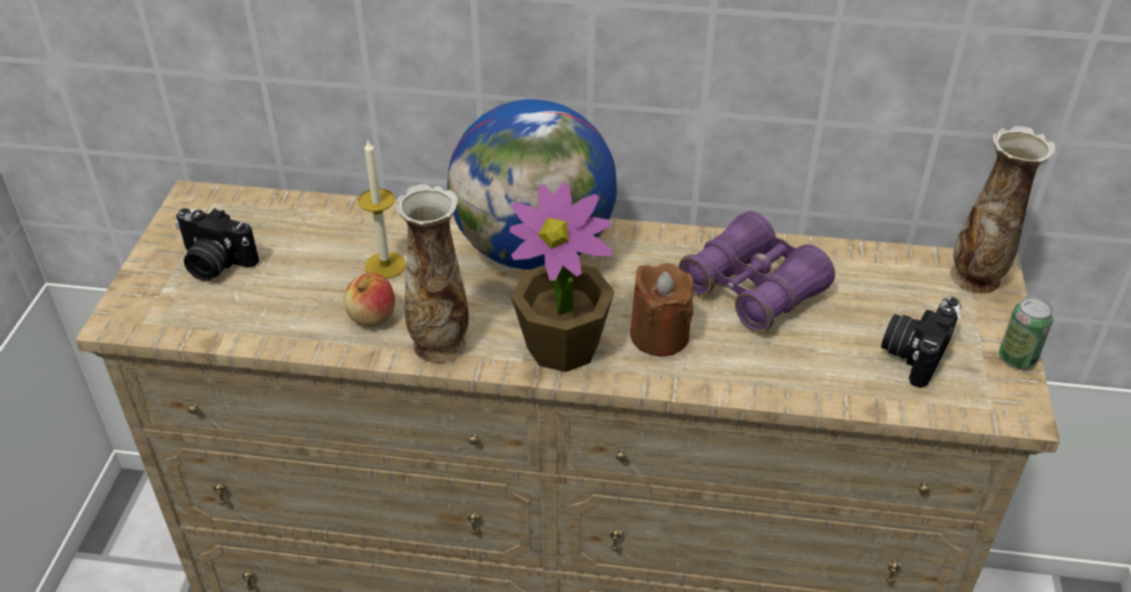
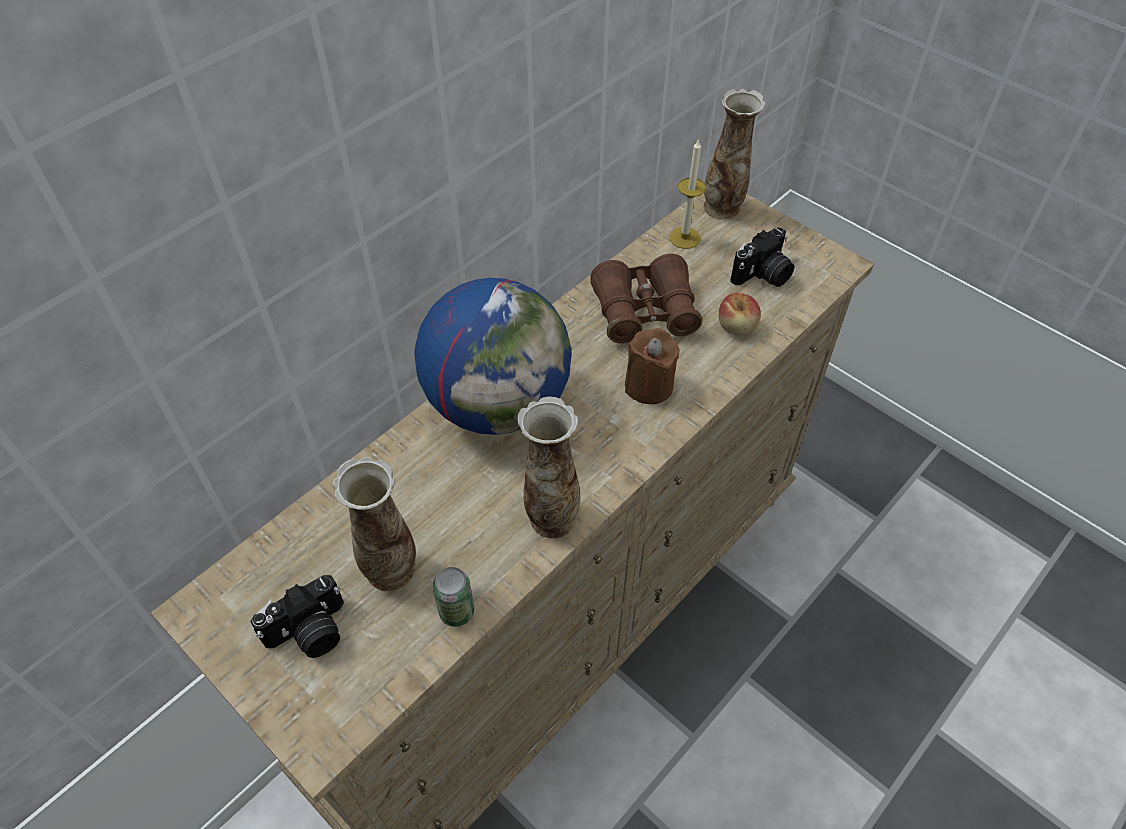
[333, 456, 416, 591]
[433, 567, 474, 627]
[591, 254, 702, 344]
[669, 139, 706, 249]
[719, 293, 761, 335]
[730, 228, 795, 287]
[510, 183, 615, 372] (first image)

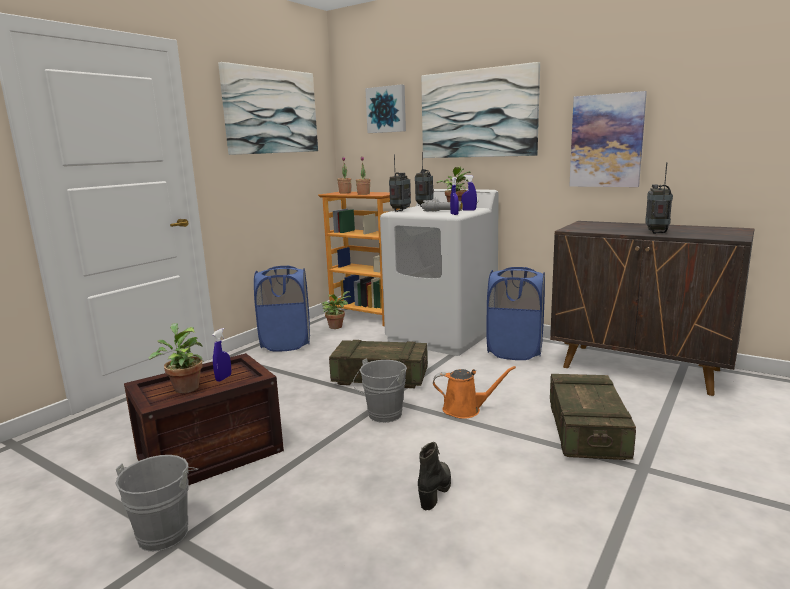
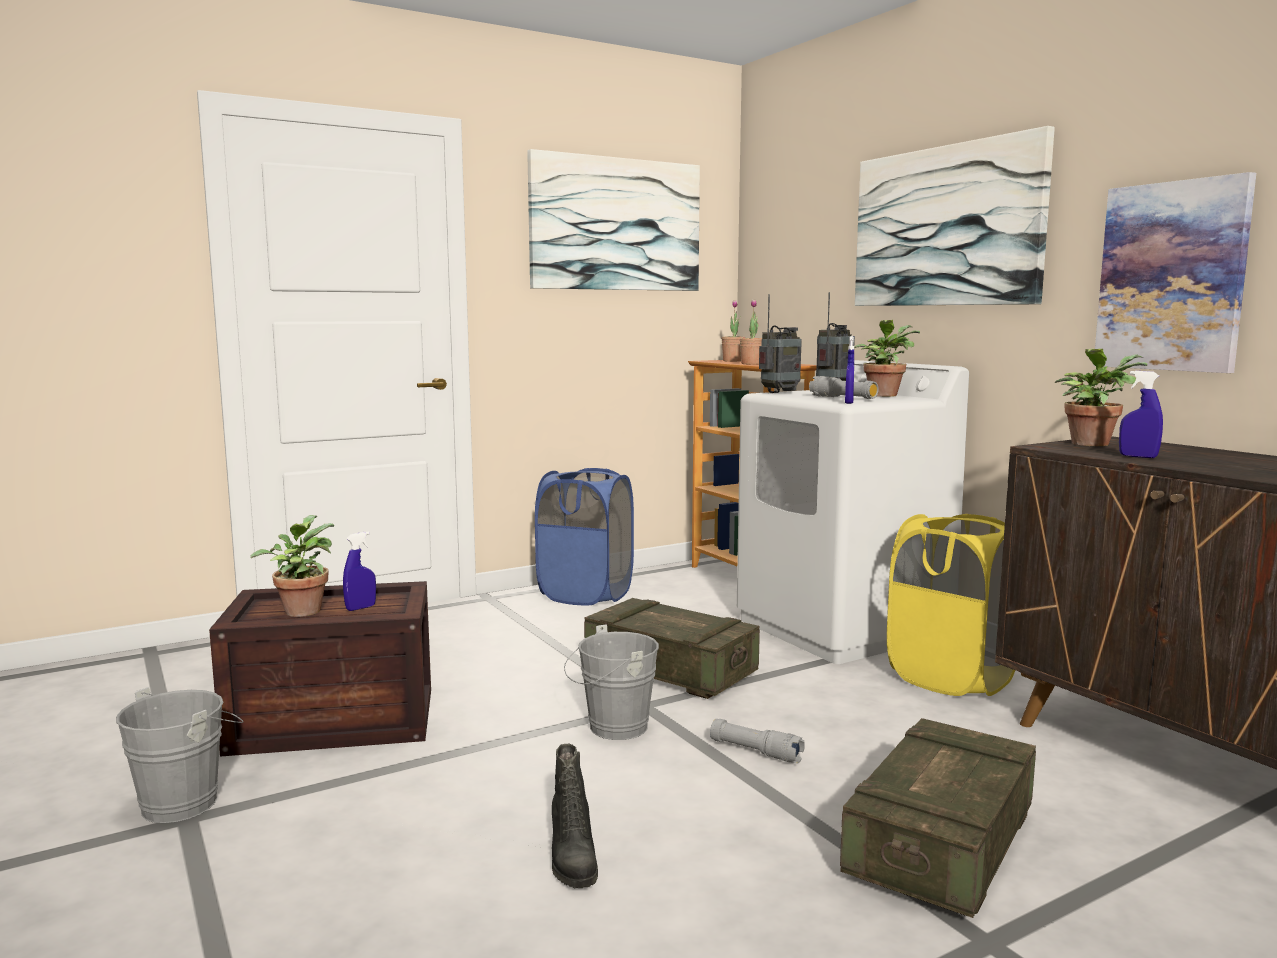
[552, 744, 598, 888]
[710, 719, 805, 764]
[887, 514, 1015, 696]
[1055, 349, 1147, 446]
[1119, 371, 1163, 458]
[365, 84, 406, 133] (first image)
[645, 162, 673, 234] (first image)

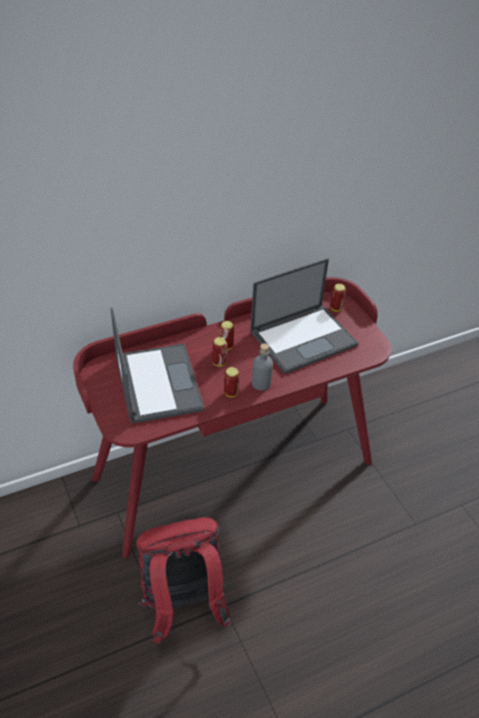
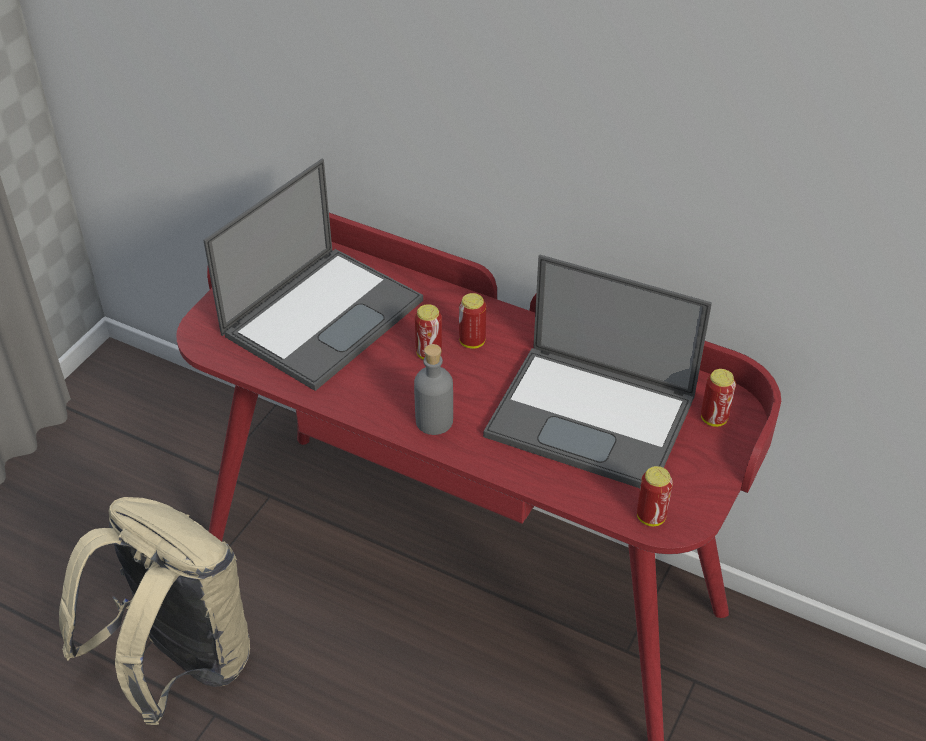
[59, 497, 250, 725]
[637, 466, 673, 526]

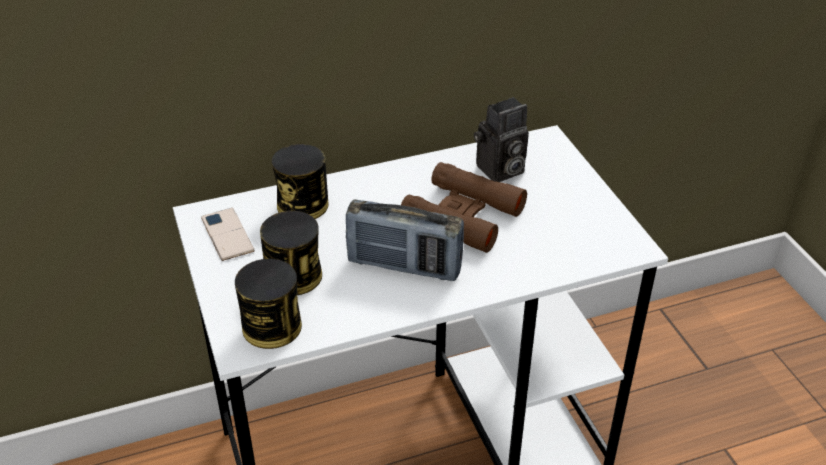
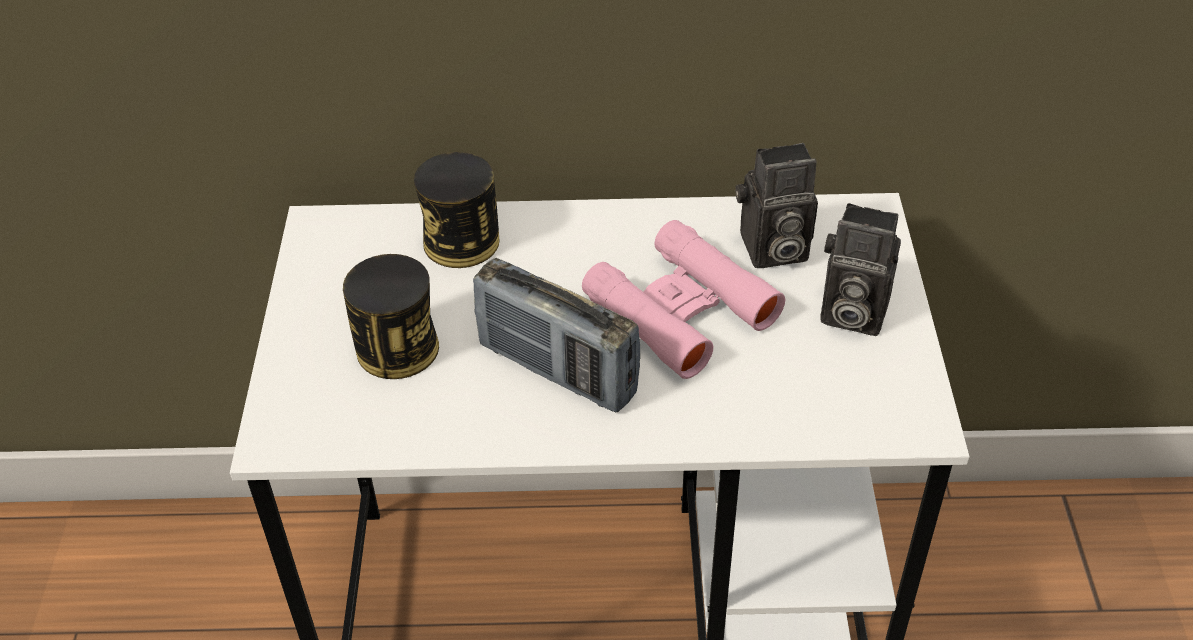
[582, 220, 785, 379]
[820, 203, 901, 336]
[201, 208, 255, 261] (first image)
[235, 259, 302, 349] (first image)

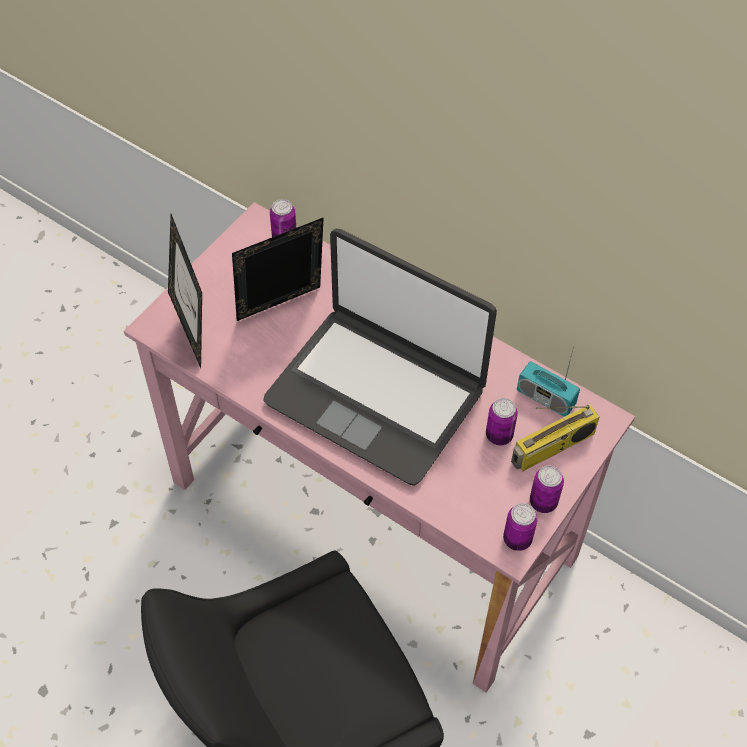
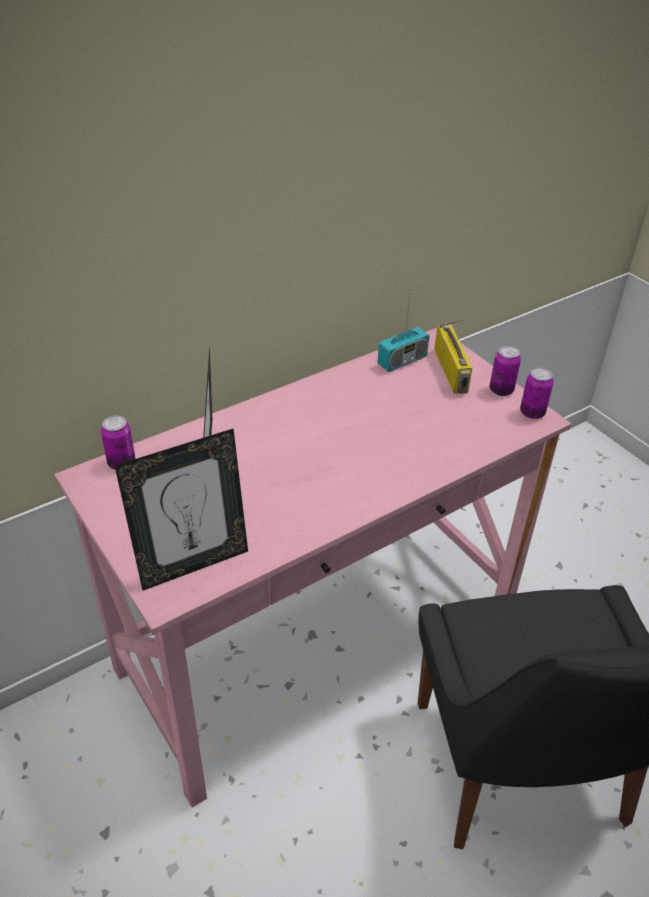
[115, 428, 248, 590]
[263, 229, 497, 486] (first image)
[486, 398, 518, 445] (first image)

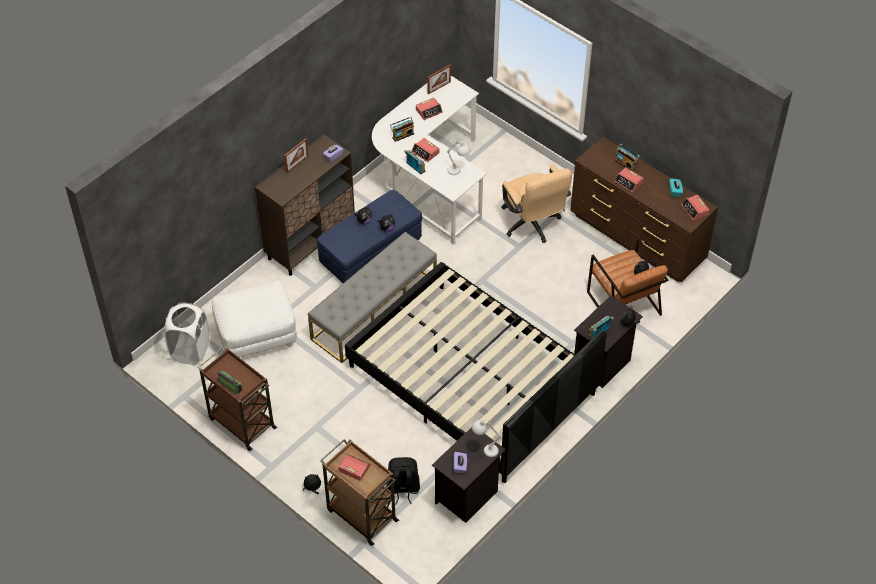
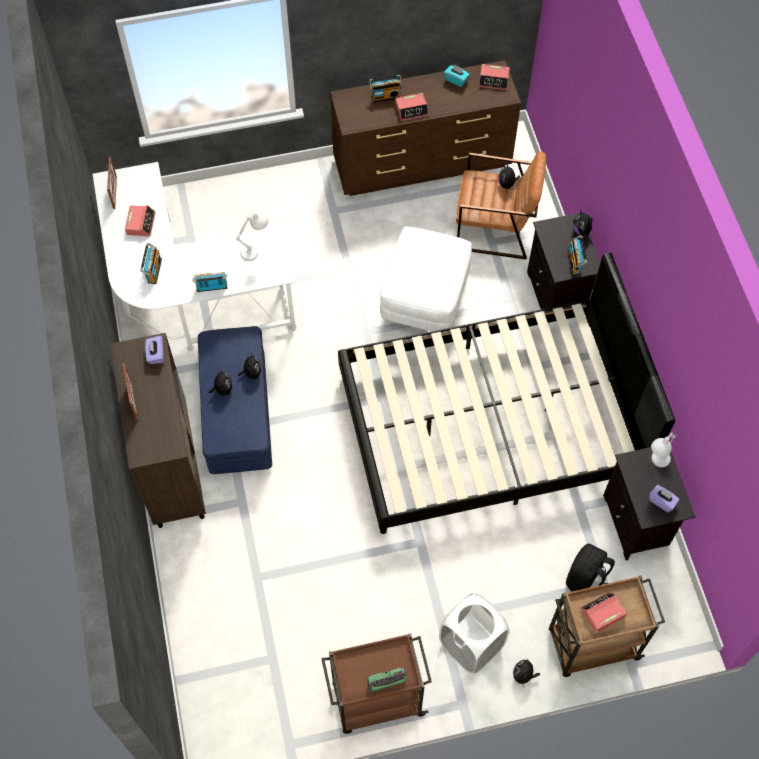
[380, 226, 472, 331]
[439, 593, 510, 674]
[308, 232, 437, 363] (first image)
[412, 138, 439, 162] (first image)
[501, 165, 572, 243] (first image)

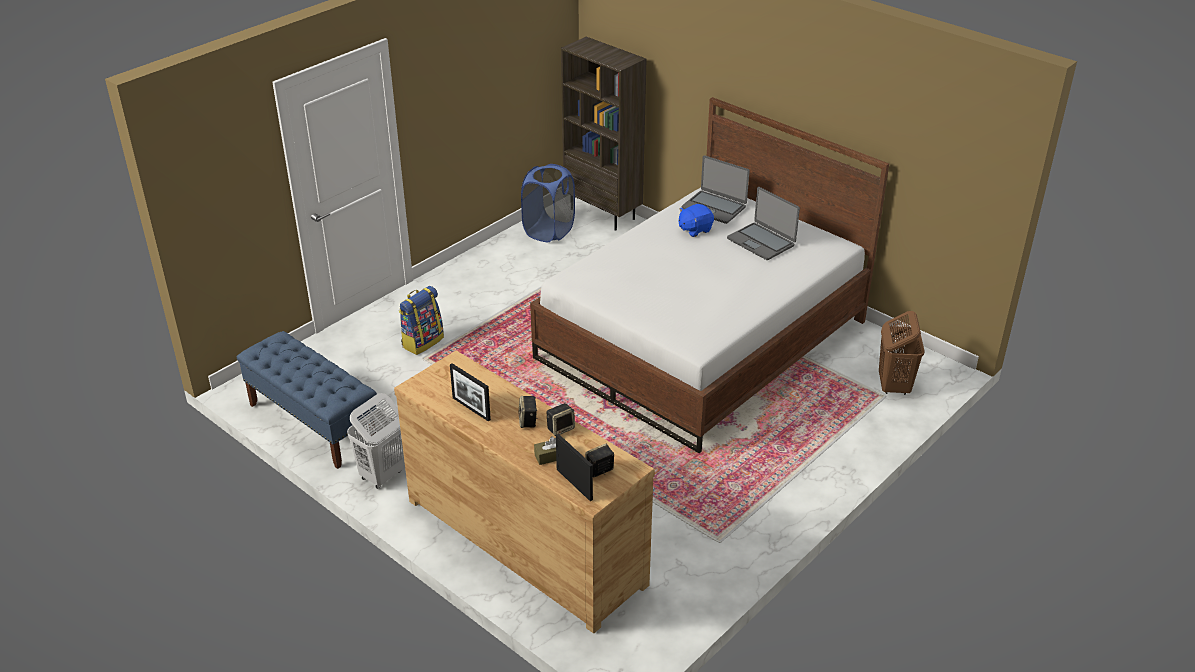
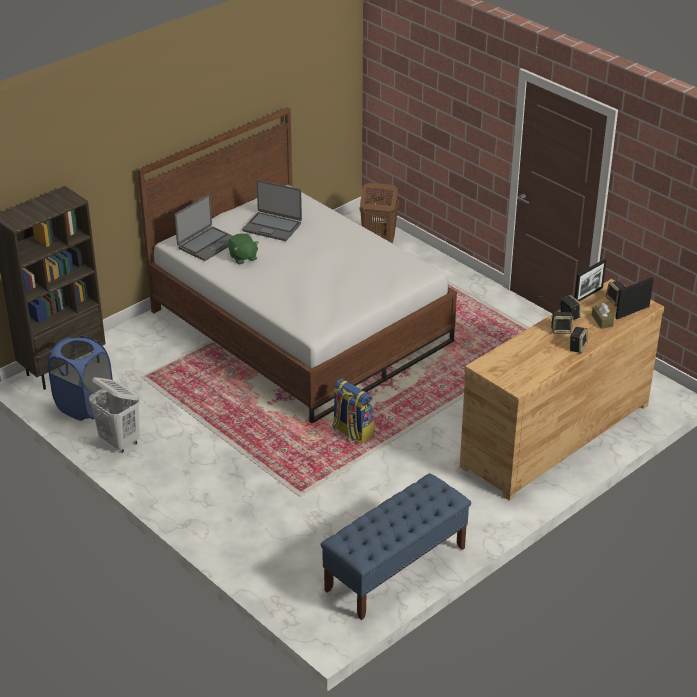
[89, 377, 140, 453]
[228, 233, 259, 264]
[242, 180, 302, 241]
[333, 379, 374, 445]
[570, 327, 588, 353]
[574, 259, 606, 301]

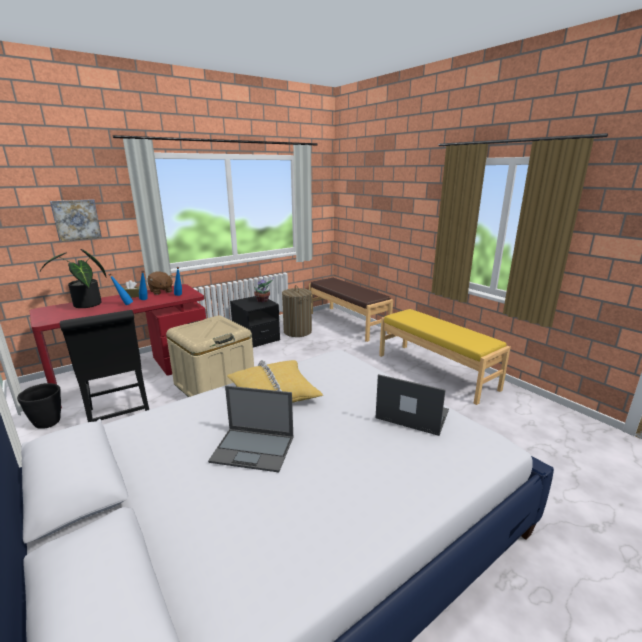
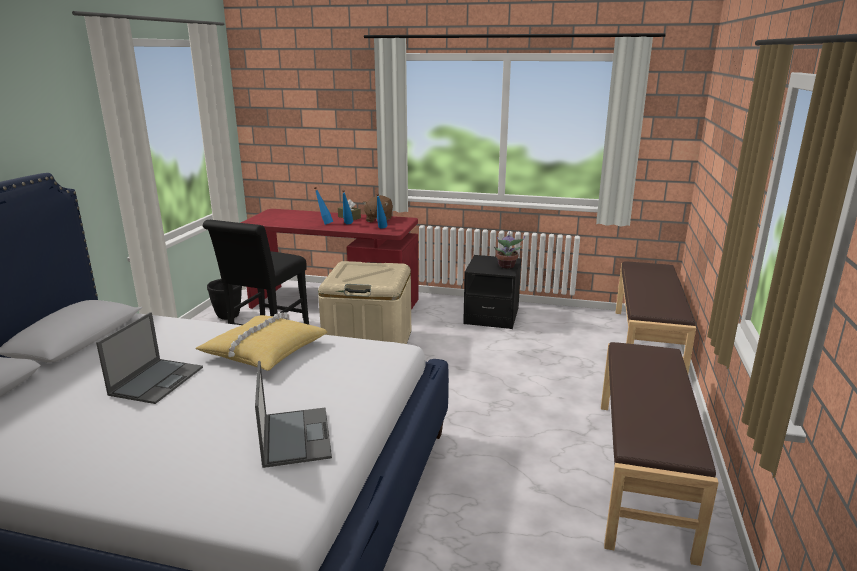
[96, 312, 203, 404]
[601, 342, 719, 566]
[40, 249, 106, 308] (first image)
[50, 199, 102, 241] (first image)
[282, 285, 312, 337] (first image)

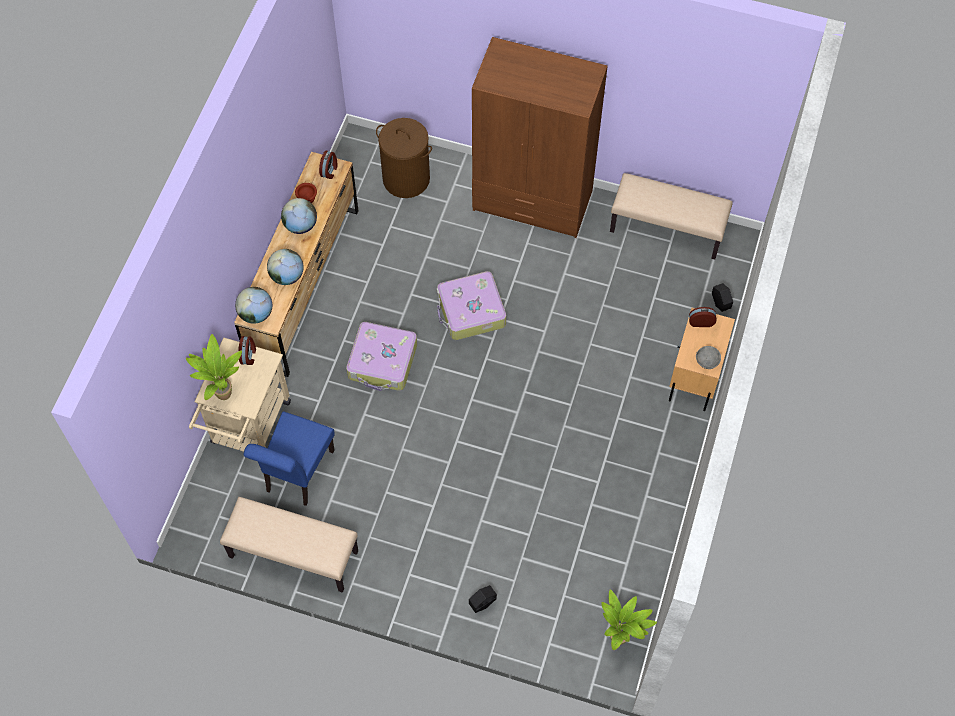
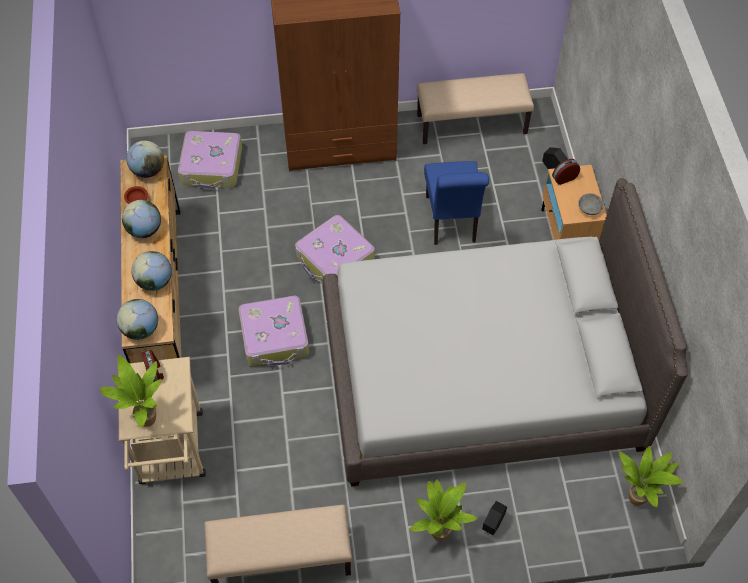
[126, 140, 164, 178]
[178, 131, 242, 189]
[323, 178, 688, 486]
[409, 479, 477, 541]
[424, 161, 489, 245]

